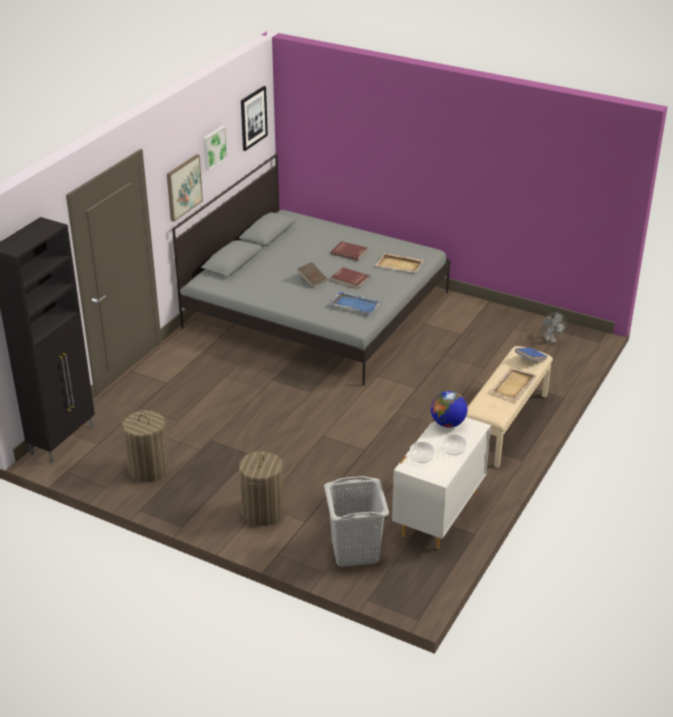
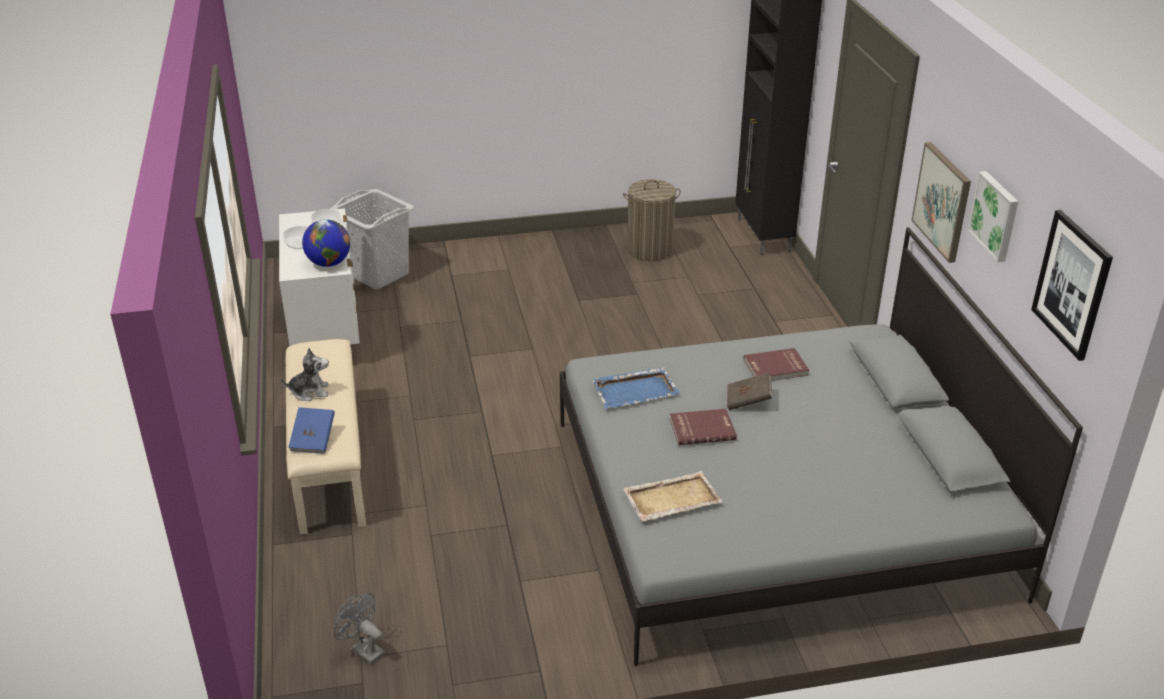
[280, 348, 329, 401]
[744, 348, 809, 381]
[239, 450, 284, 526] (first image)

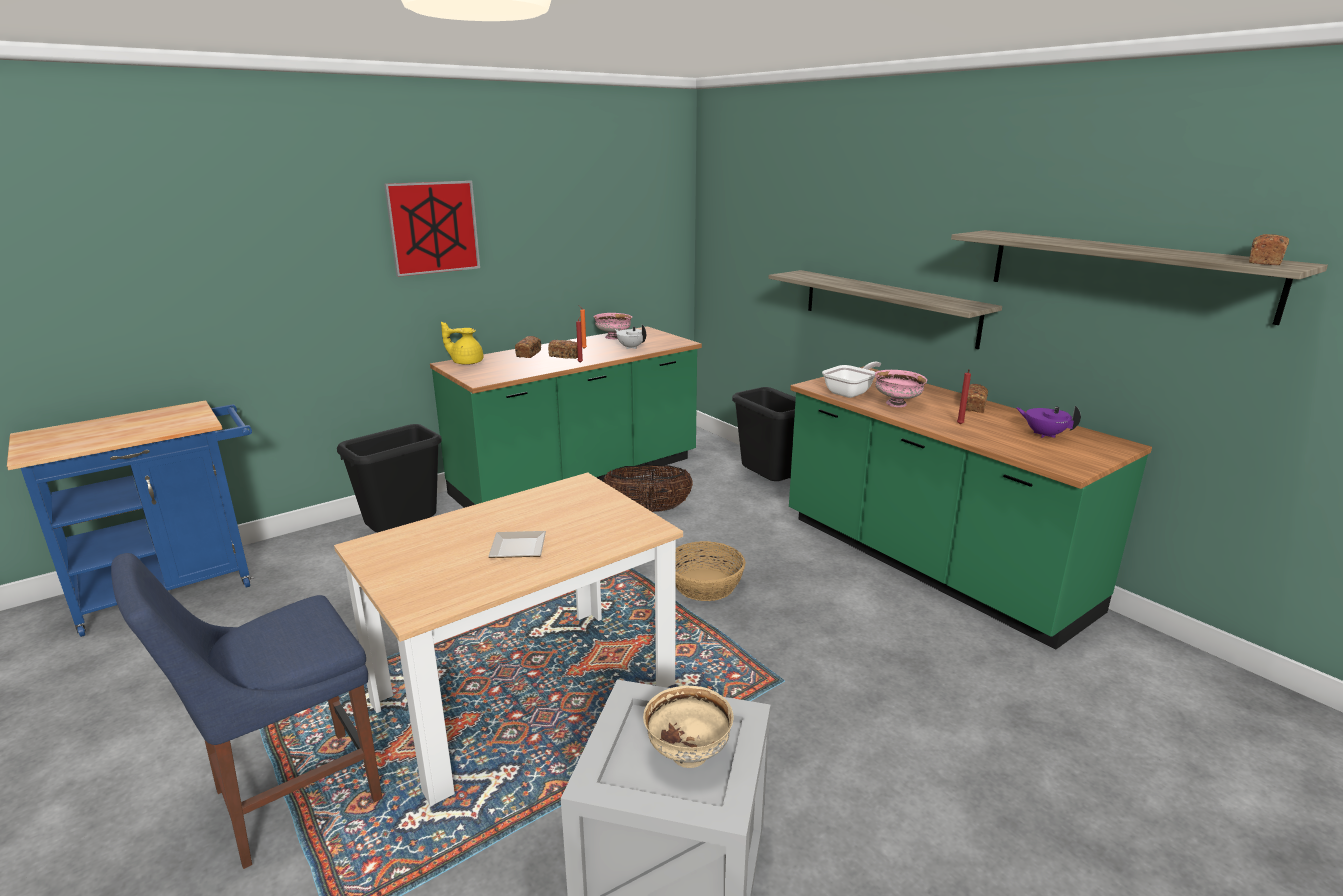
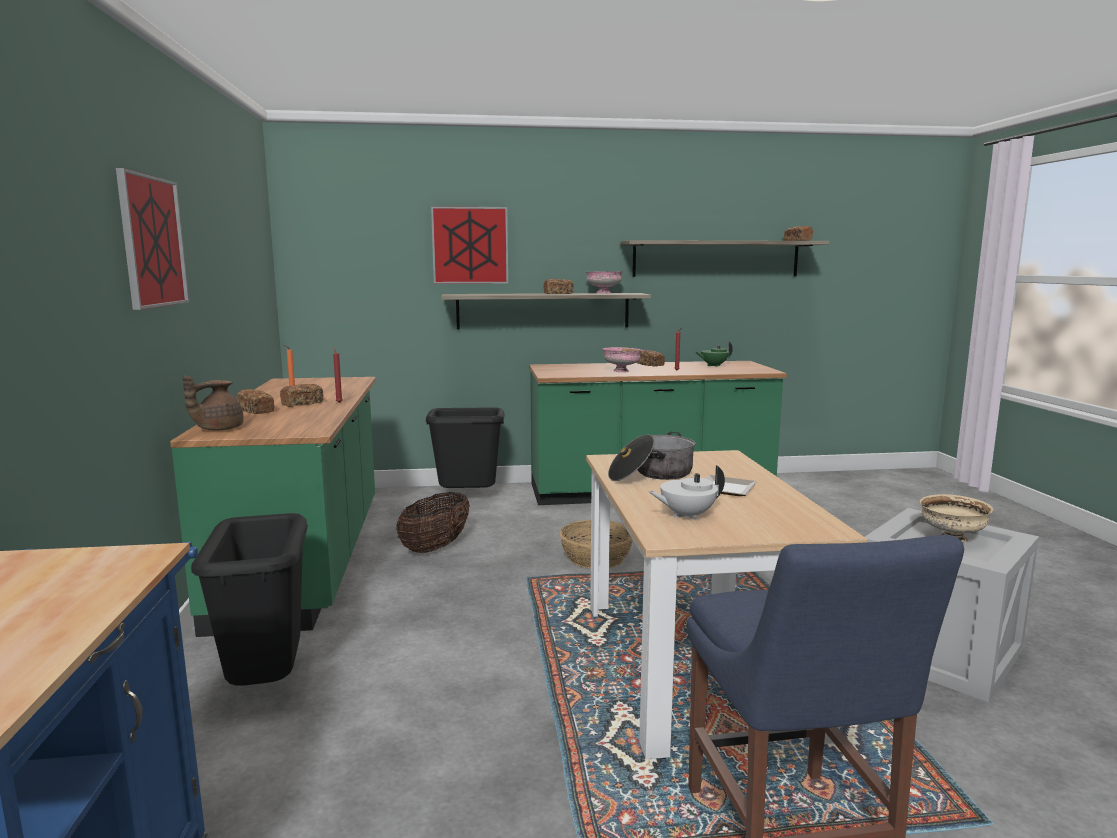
[183, 375, 243, 430]
[431, 206, 508, 284]
[544, 279, 574, 294]
[586, 271, 622, 294]
[608, 432, 695, 481]
[648, 465, 725, 520]
[695, 341, 733, 367]
[822, 362, 881, 398] (first image)

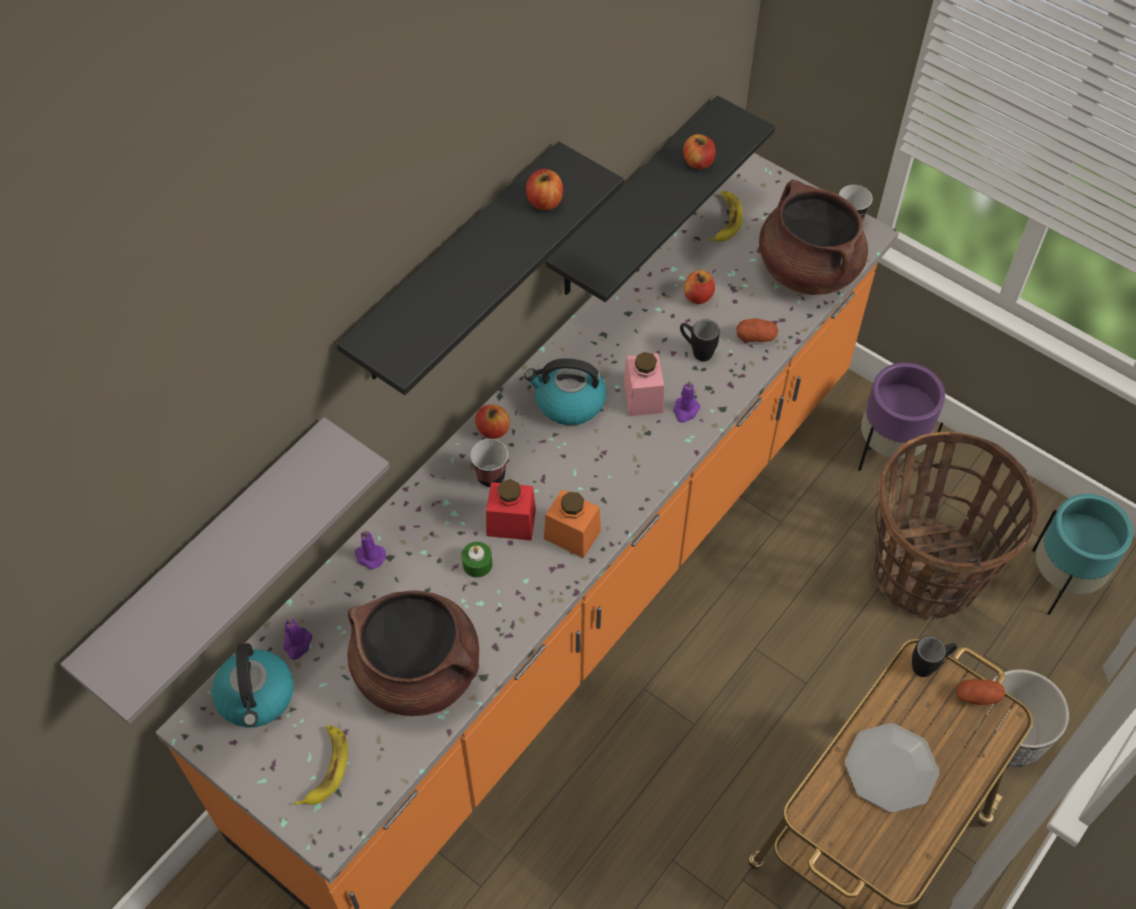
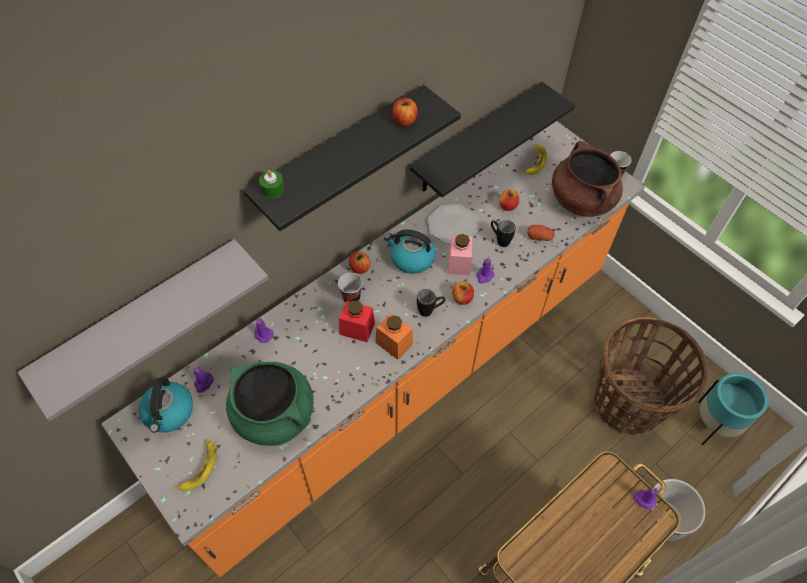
[226, 362, 314, 446]
[259, 170, 284, 198]
[417, 289, 445, 317]
[428, 204, 479, 244]
[452, 281, 474, 305]
[633, 487, 658, 509]
[858, 363, 945, 471] (first image)

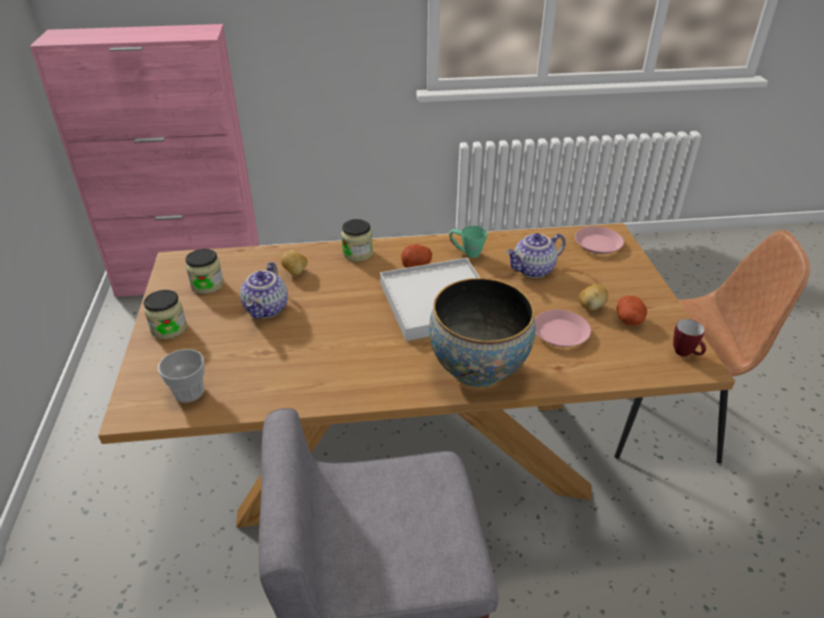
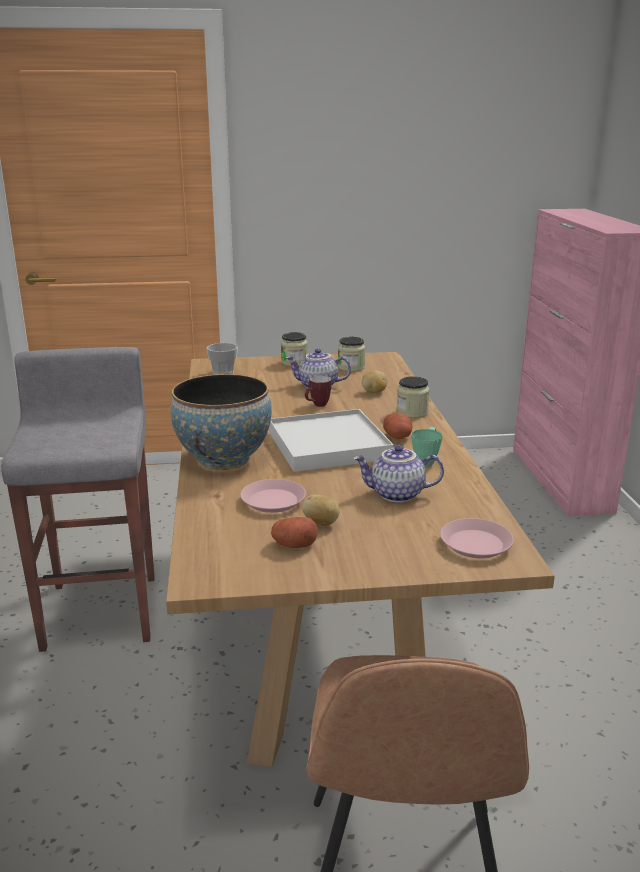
[305, 375, 332, 407]
[353, 445, 444, 503]

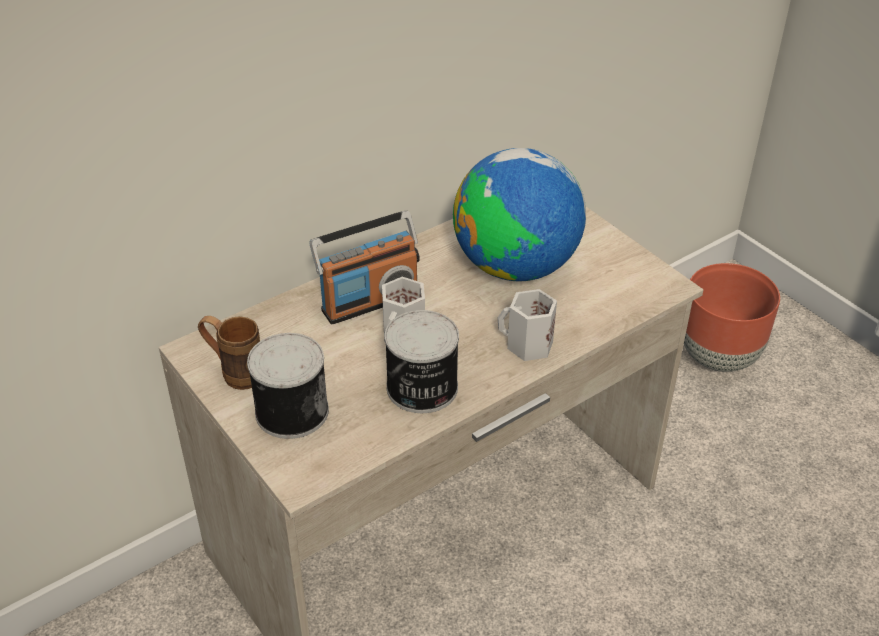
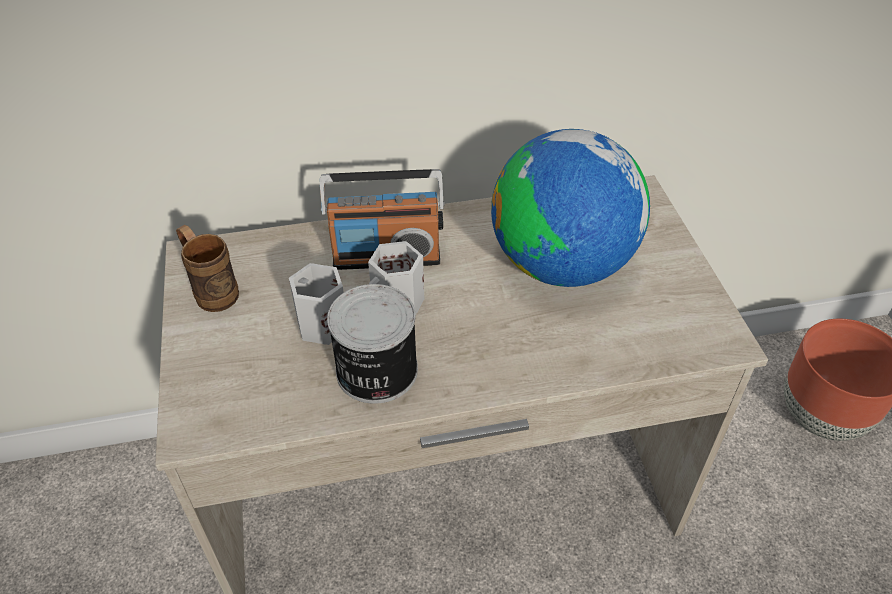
[289, 263, 344, 345]
[247, 333, 329, 439] (first image)

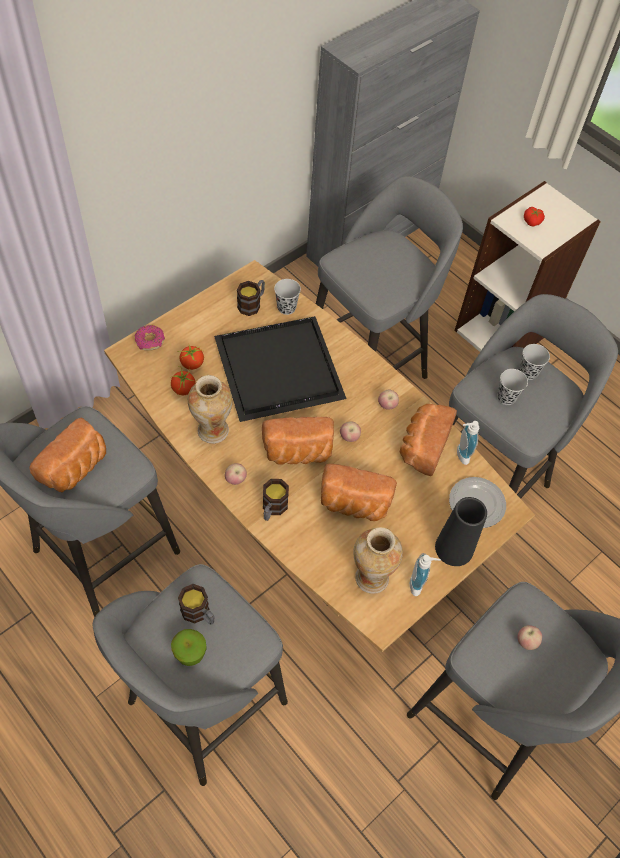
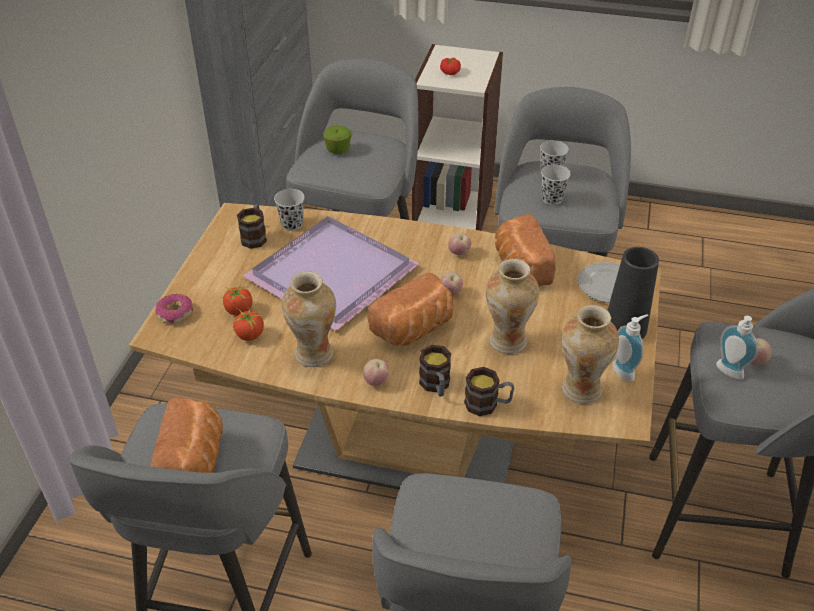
[243, 216, 420, 331]
[323, 126, 351, 154]
[464, 367, 514, 416]
[486, 259, 539, 354]
[716, 316, 758, 379]

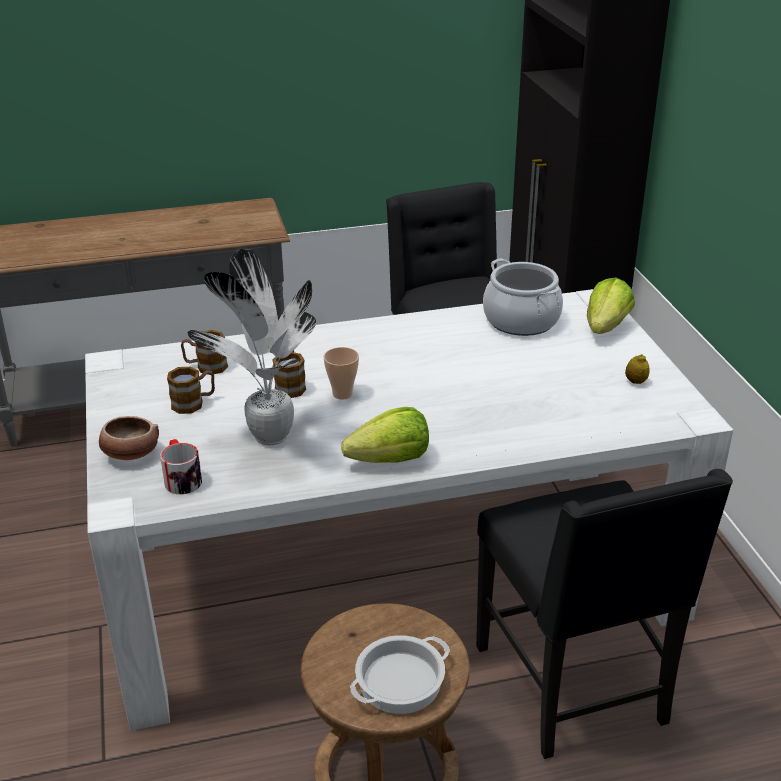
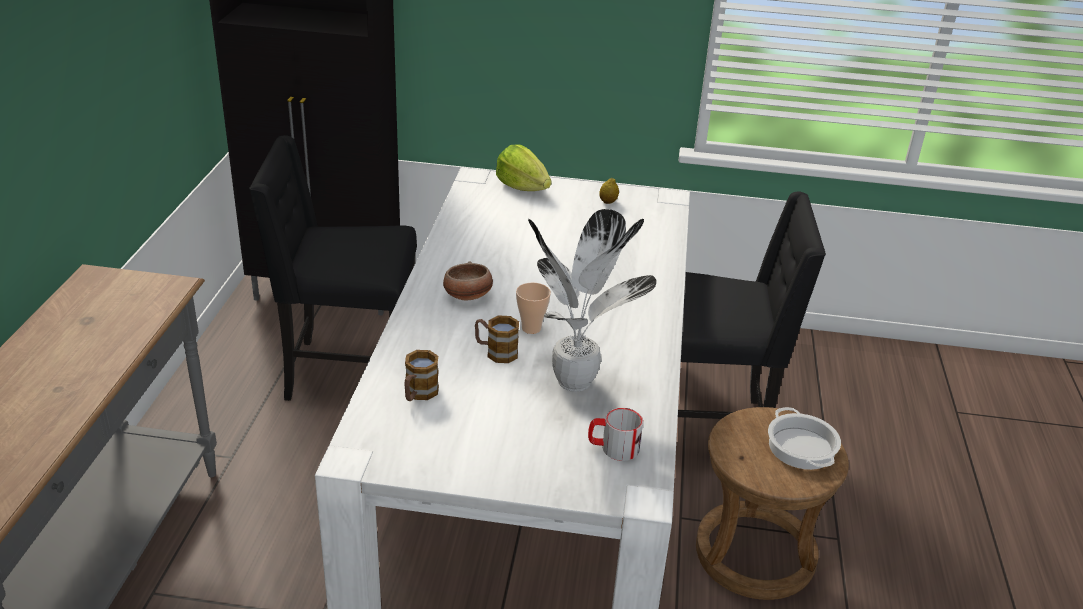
[443, 261, 493, 300]
[167, 367, 215, 414] (first image)
[341, 407, 429, 463] (first image)
[483, 258, 563, 336] (first image)

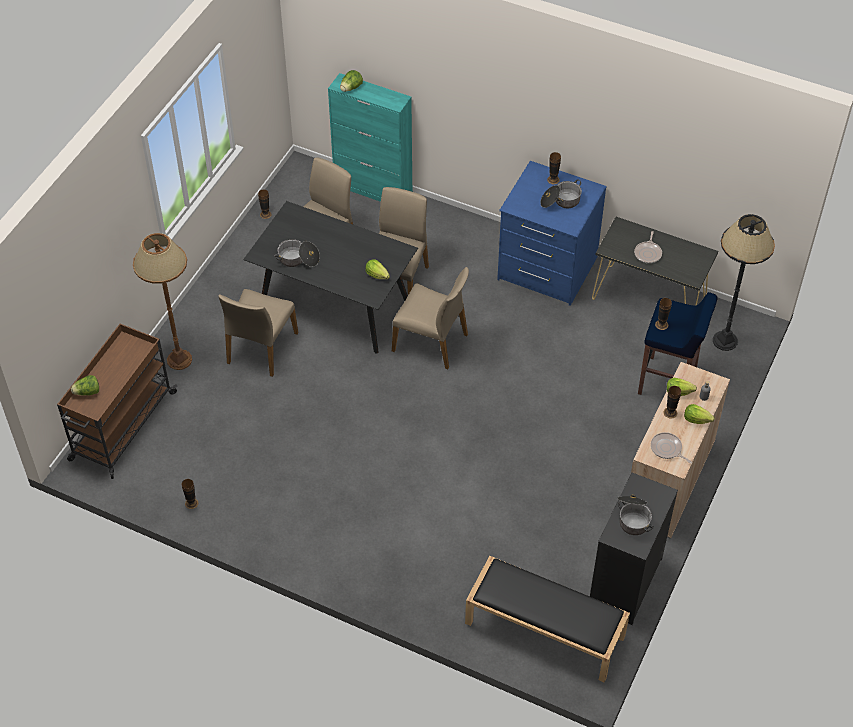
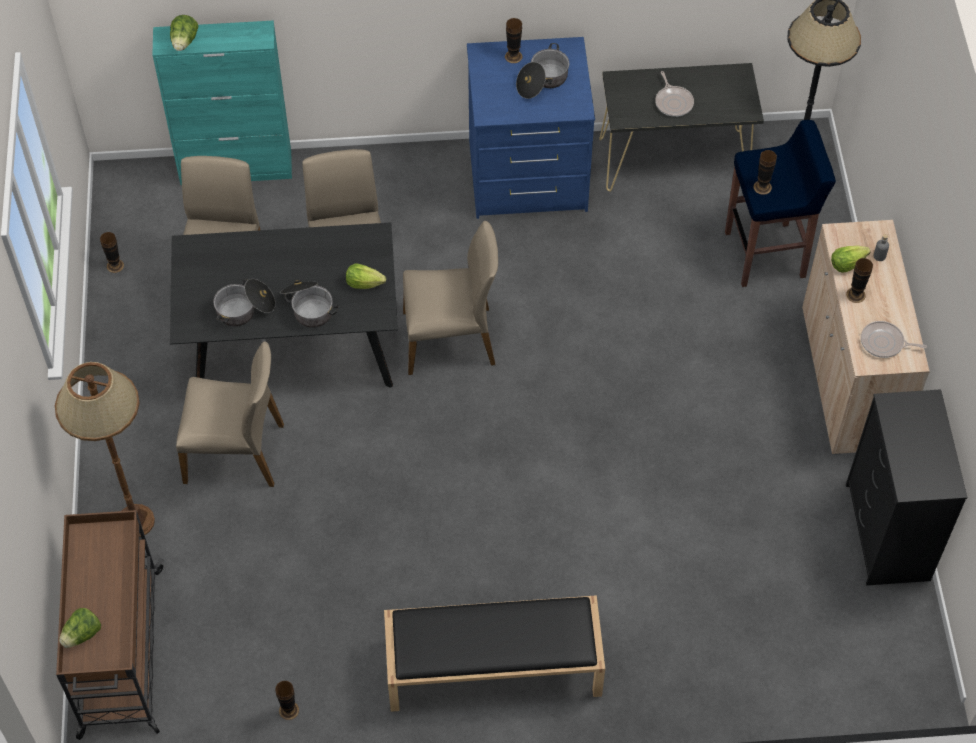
[176, 341, 284, 487]
[280, 280, 339, 328]
[384, 595, 605, 712]
[684, 404, 715, 424] (first image)

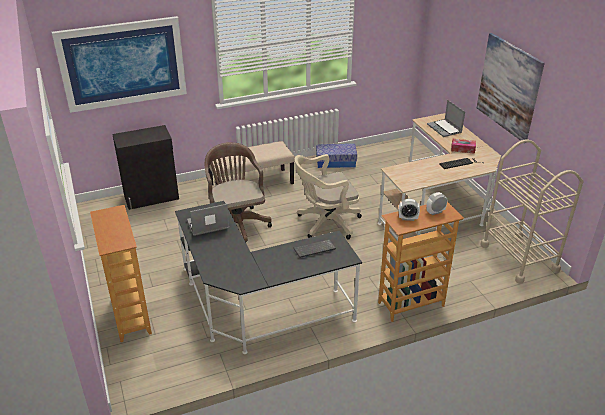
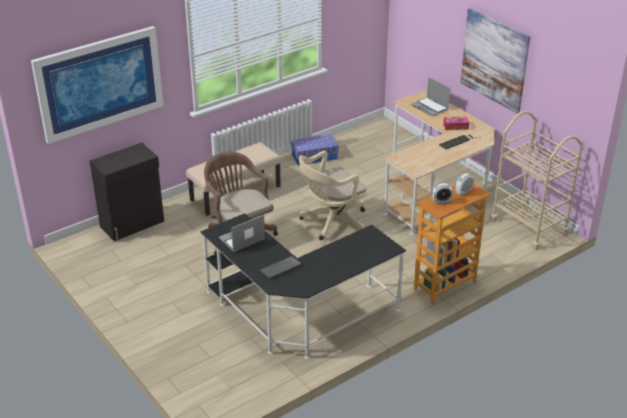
[259, 256, 302, 279]
[90, 205, 152, 342] (first image)

